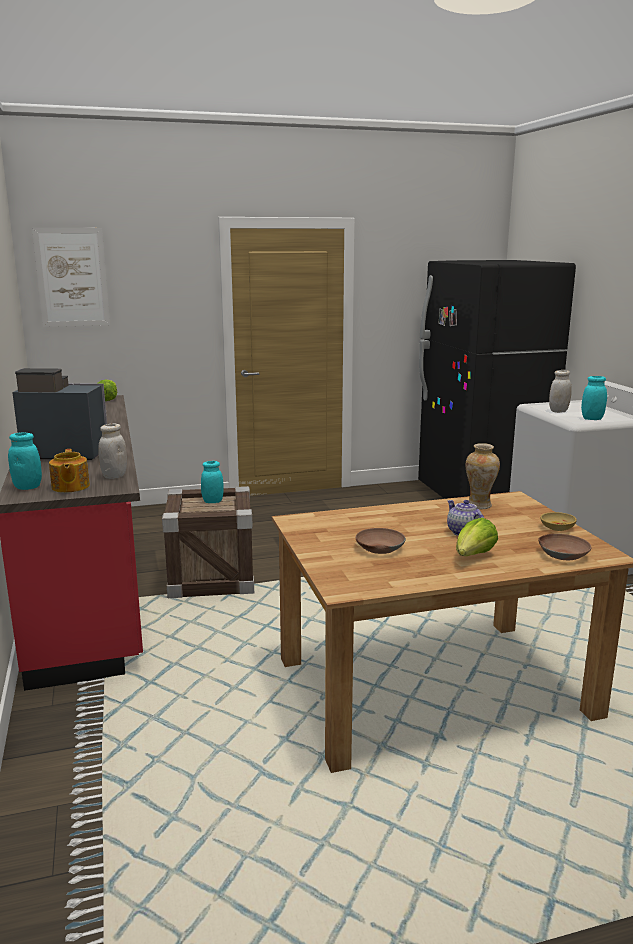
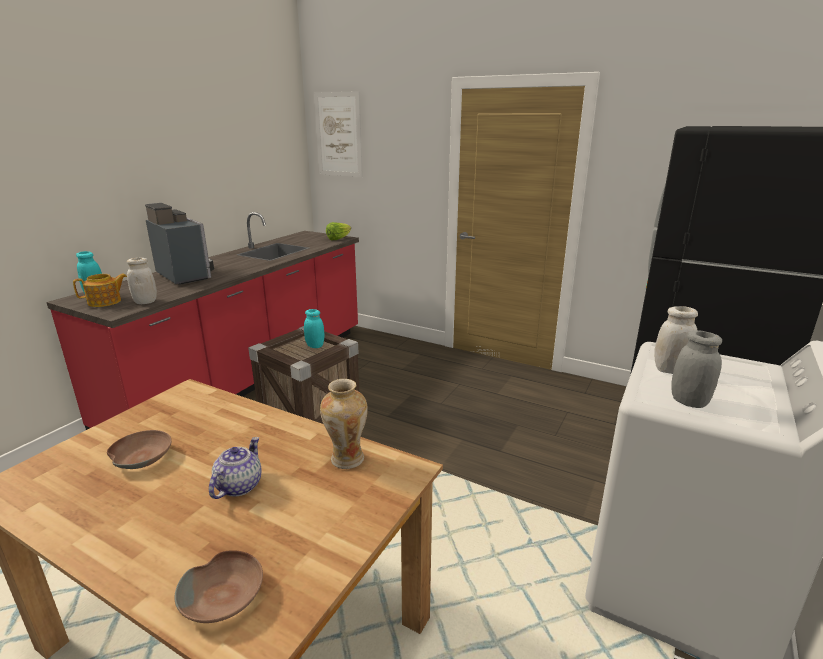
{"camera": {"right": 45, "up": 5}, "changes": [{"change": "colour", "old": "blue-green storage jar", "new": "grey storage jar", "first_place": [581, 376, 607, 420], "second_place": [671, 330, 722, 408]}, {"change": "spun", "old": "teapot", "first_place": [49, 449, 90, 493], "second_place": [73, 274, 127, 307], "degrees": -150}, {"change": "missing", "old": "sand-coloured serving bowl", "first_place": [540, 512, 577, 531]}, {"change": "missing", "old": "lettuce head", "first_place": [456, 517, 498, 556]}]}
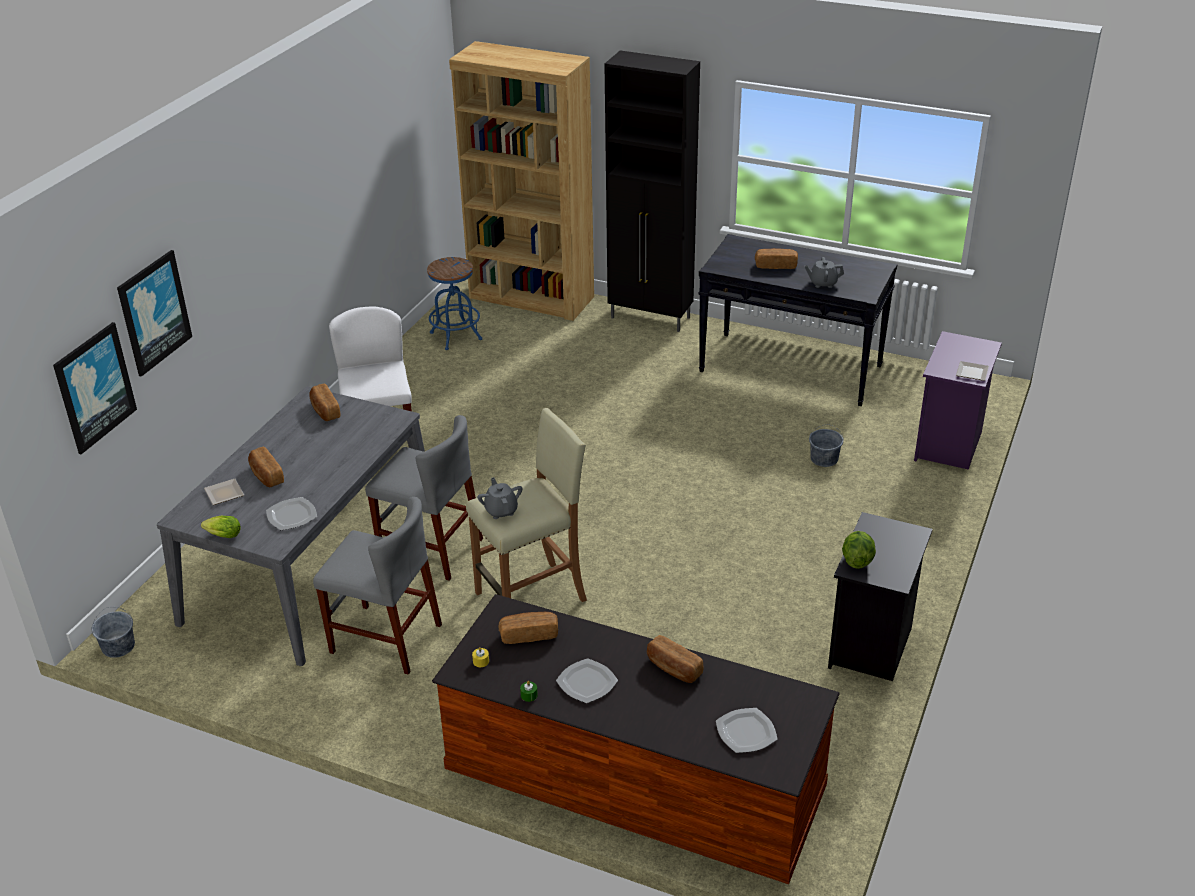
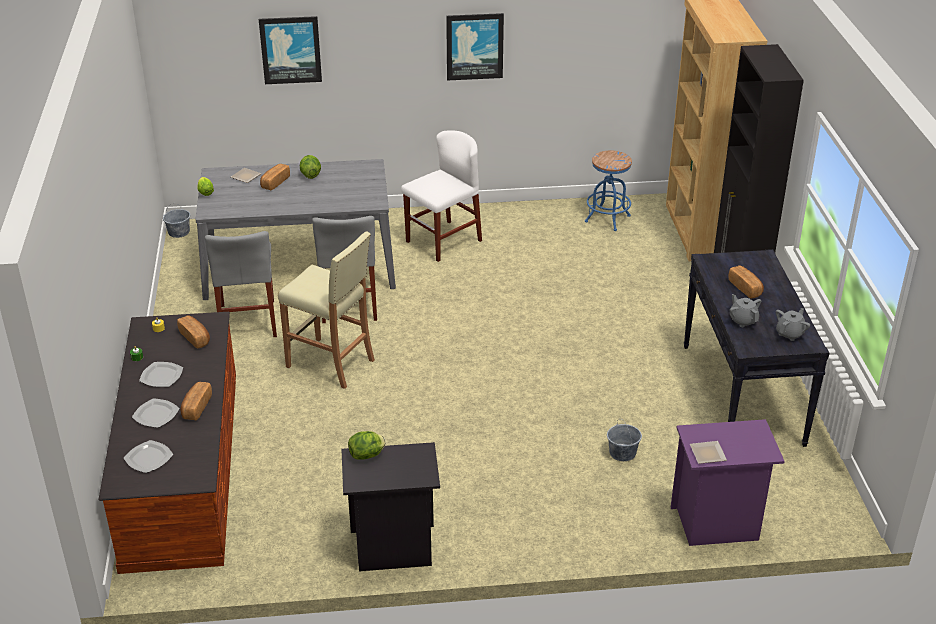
{"camera": {"right": 60, "up": 0}, "changes": [{"change": "relocated", "old": "picture", "first_place": [53, 322, 137, 454], "second_place": [446, 13, 504, 81]}, {"change": "missing", "old": "baked bread", "first_place": [309, 384, 340, 421]}, {"change": "relocated", "old": "grey teapot", "first_place": [477, 477, 522, 519], "second_place": [776, 308, 810, 341]}, {"change": "relocated", "old": "plate", "first_place": [266, 497, 317, 530], "second_place": [132, 398, 180, 428]}, {"change": "appeared", "new": "lettuce head", "second_place": [300, 155, 321, 179]}]}
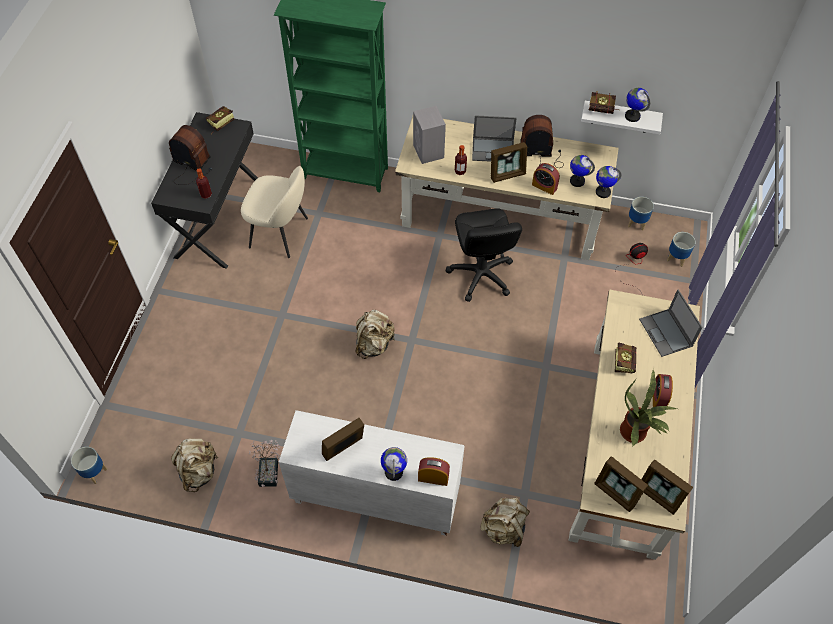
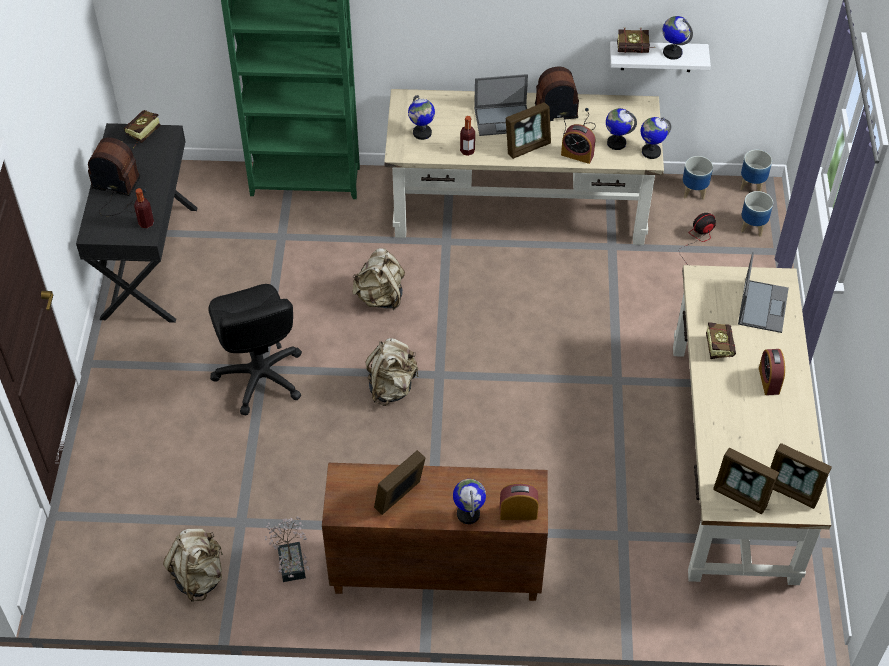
{"camera": {"right": -10, "up": -5}, "changes": [{"change": "exchanged", "old": "grey loudspeaker", "new": "world globe", "first_place": [413, 106, 446, 164], "second_place": [408, 95, 435, 140]}, {"change": "missing", "old": "sand-coloured chair", "first_place": [241, 166, 308, 258]}, {"change": "relocated", "old": "blackish computer chair", "first_place": [446, 208, 522, 302], "second_place": [208, 284, 302, 416]}, {"change": "spun", "old": "laptop", "first_place": [639, 289, 702, 357], "second_place": [738, 252, 789, 333], "degrees": -135}, {"change": "missing", "old": "plant in a pot", "first_place": [620, 370, 677, 447]}, {"change": "colour", "old": "whitish cabinet", "new": "brownish cabinet", "first_place": [279, 410, 465, 536], "second_place": [322, 463, 548, 601]}, {"change": "relocated", "old": "plant pot", "first_place": [71, 447, 107, 484], "second_place": [740, 150, 772, 191]}, {"change": "relocated", "old": "sand-coloured rucksack", "first_place": [480, 497, 530, 547], "second_place": [353, 248, 405, 310]}]}
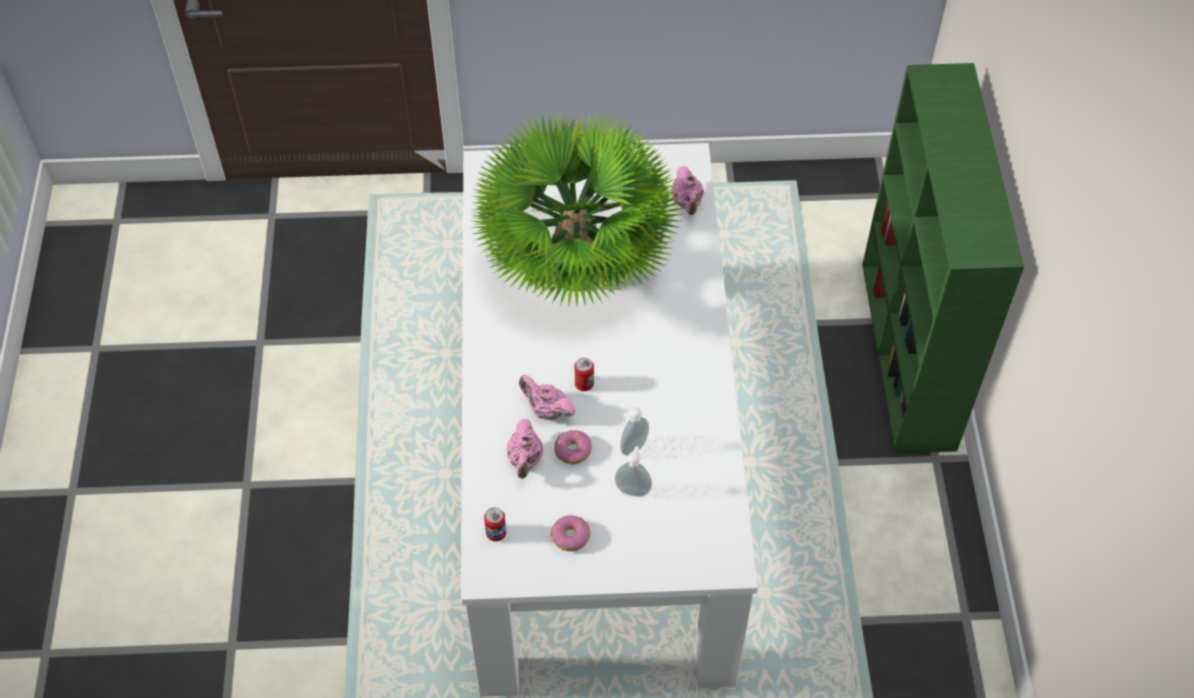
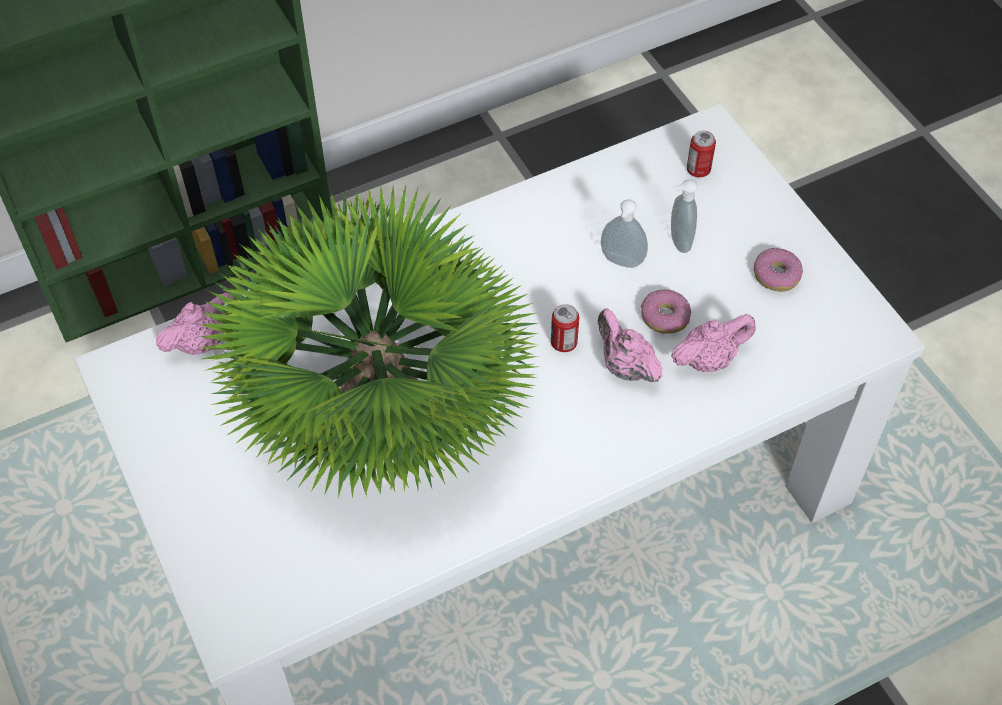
{"camera": {"right": -115, "up": 0}, "changes": [{"change": "spun", "old": "pinkish teapot", "first_place": [519, 375, 576, 420], "second_place": [598, 309, 662, 382], "degrees": 135}, {"change": "relocated", "old": "can", "first_place": [484, 507, 506, 541], "second_place": [687, 131, 716, 177]}]}
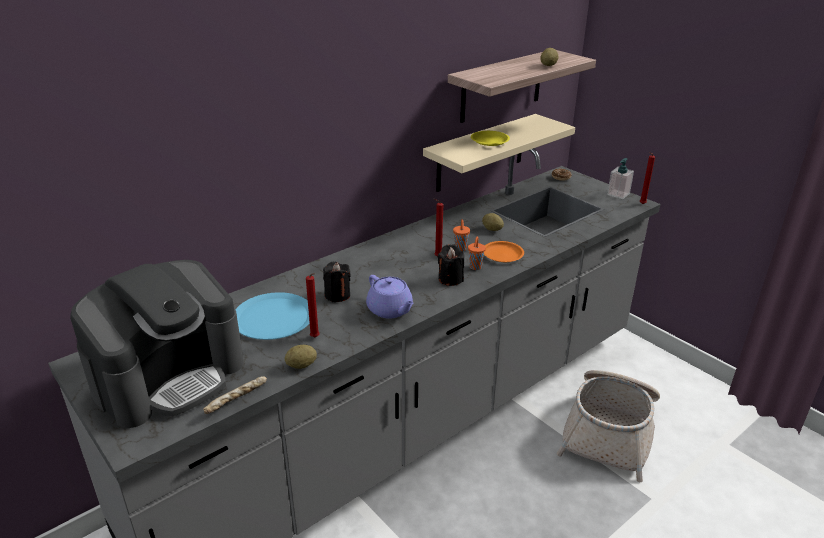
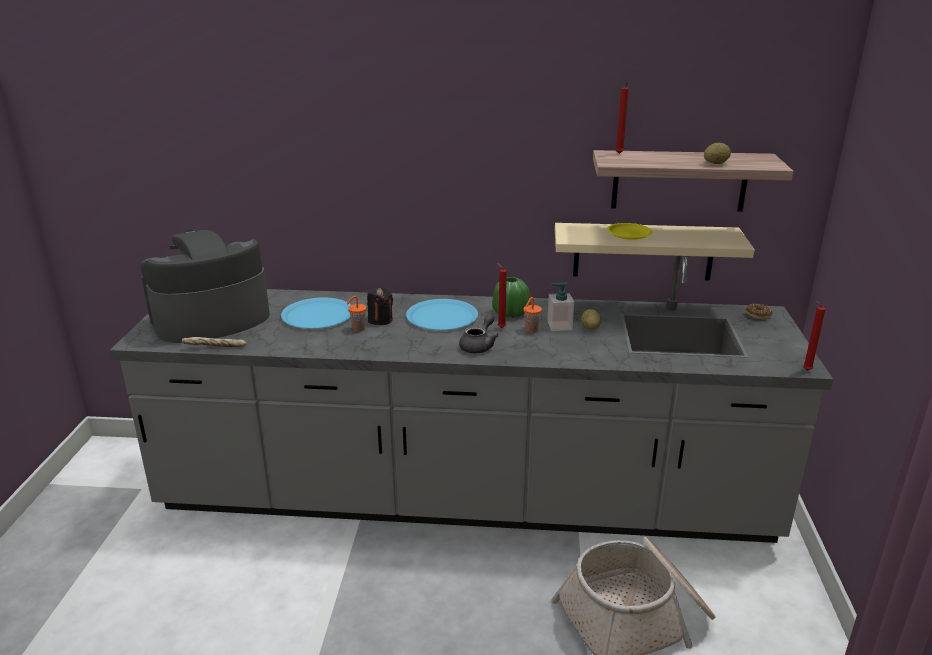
{"camera": {"right": 45, "up": -5}, "changes": [{"change": "relocated", "old": "liquid soap bottle", "first_place": [607, 158, 634, 199], "second_place": [547, 282, 574, 331]}, {"change": "relocated", "old": "orangey small cup", "first_place": [468, 237, 486, 270], "second_place": [346, 296, 367, 332]}, {"change": "missing", "old": "orangey plate", "first_place": [484, 241, 524, 262]}, {"change": "exchanged", "old": "blackish wax light", "new": "grey teapot", "first_place": [438, 244, 464, 286], "second_place": [459, 314, 499, 353]}, {"change": "spun", "old": "coffee maker", "first_place": [70, 260, 244, 428], "second_place": [141, 230, 270, 343], "degrees": 150}, {"change": "relocated", "old": "reddish wax light", "first_place": [306, 273, 320, 337], "second_place": [615, 82, 629, 154]}, {"change": "missing", "old": "purple teapot", "first_place": [366, 275, 414, 318]}, {"change": "missing", "old": "potato", "first_place": [285, 345, 317, 369]}, {"change": "appeared", "new": "green-coloured vase", "second_place": [493, 277, 531, 318]}, {"change": "appeared", "new": "bluish plate", "second_place": [406, 299, 478, 330]}]}
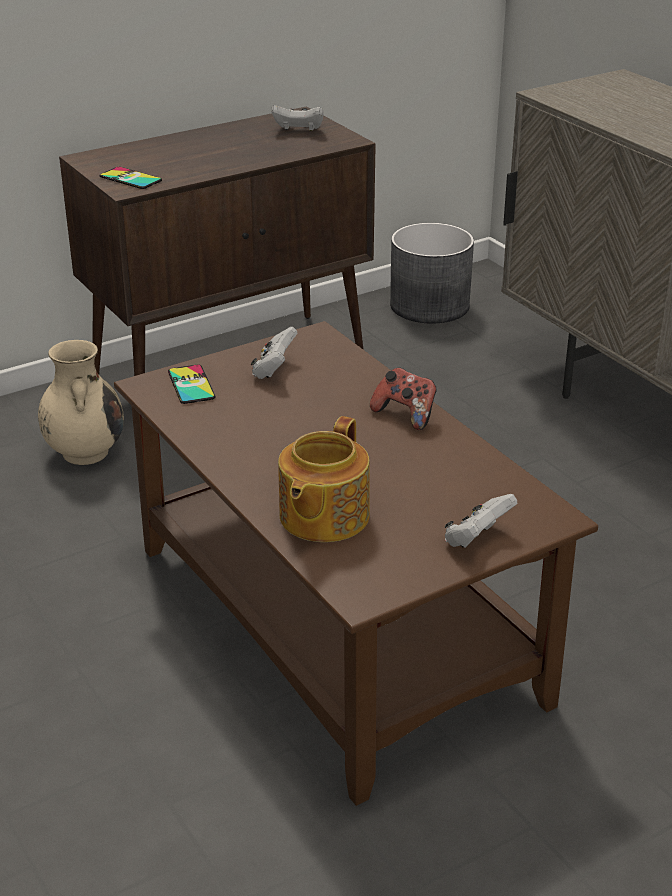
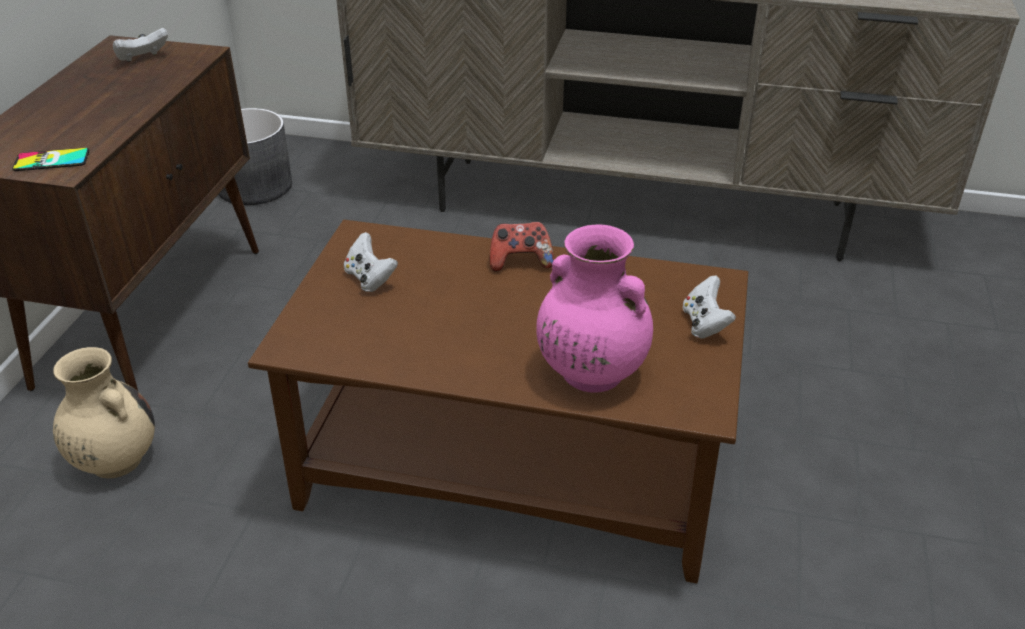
{"camera": {"right": -45, "up": 5}, "changes": [{"change": "missing", "old": "telephone", "first_place": [168, 365, 215, 404]}, {"change": "exchanged", "old": "teapot", "new": "pinkish vase", "first_place": [278, 416, 370, 542], "second_place": [536, 224, 653, 393]}]}
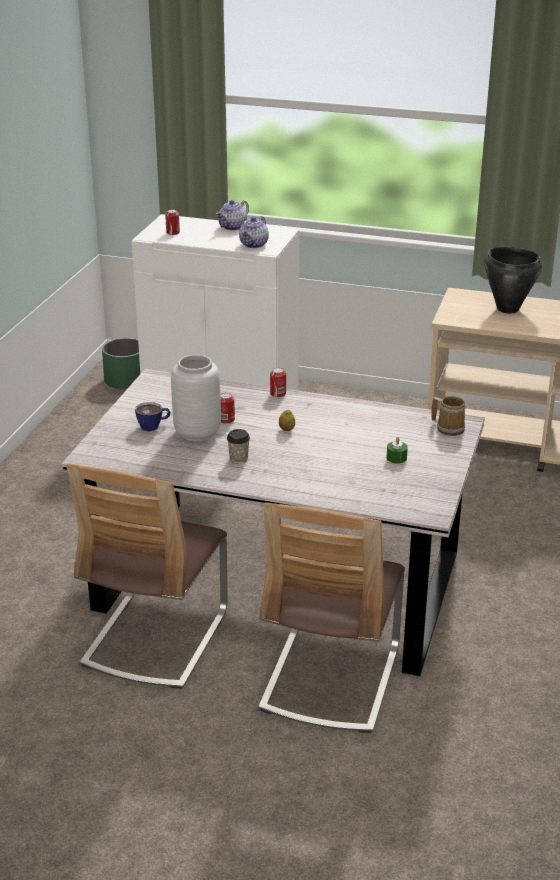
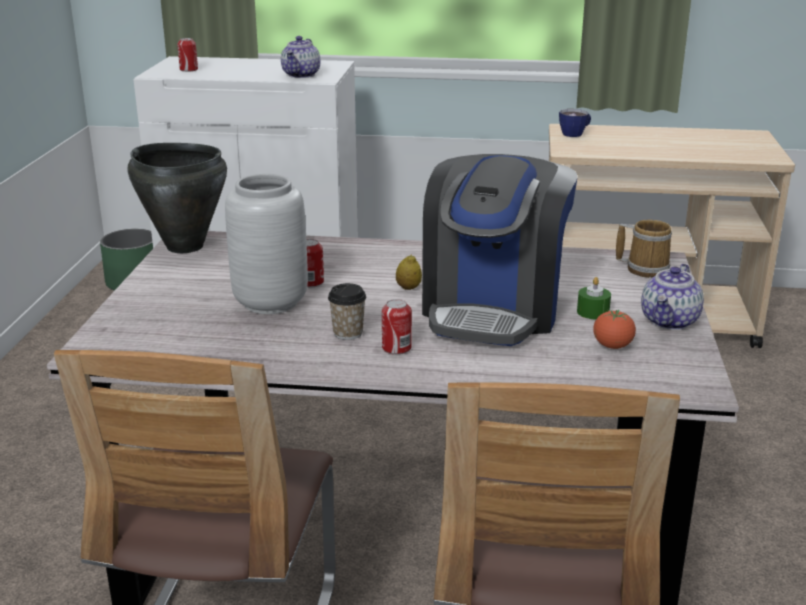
{"camera": {"right": -10, "up": -5}, "changes": [{"change": "relocated", "old": "teapot", "first_place": [216, 200, 249, 231], "second_place": [641, 264, 704, 330]}, {"change": "relocated", "old": "blackish cooking pot", "first_place": [484, 247, 542, 313], "second_place": [128, 143, 227, 253]}, {"change": "relocated", "old": "can", "first_place": [270, 368, 286, 398], "second_place": [382, 299, 412, 355]}, {"change": "relocated", "old": "small cup", "first_place": [135, 402, 170, 431], "second_place": [559, 109, 591, 137]}, {"change": "appeared", "new": "coffee maker", "second_place": [422, 154, 578, 346]}, {"change": "appeared", "new": "whole tomato", "second_place": [593, 310, 636, 349]}]}
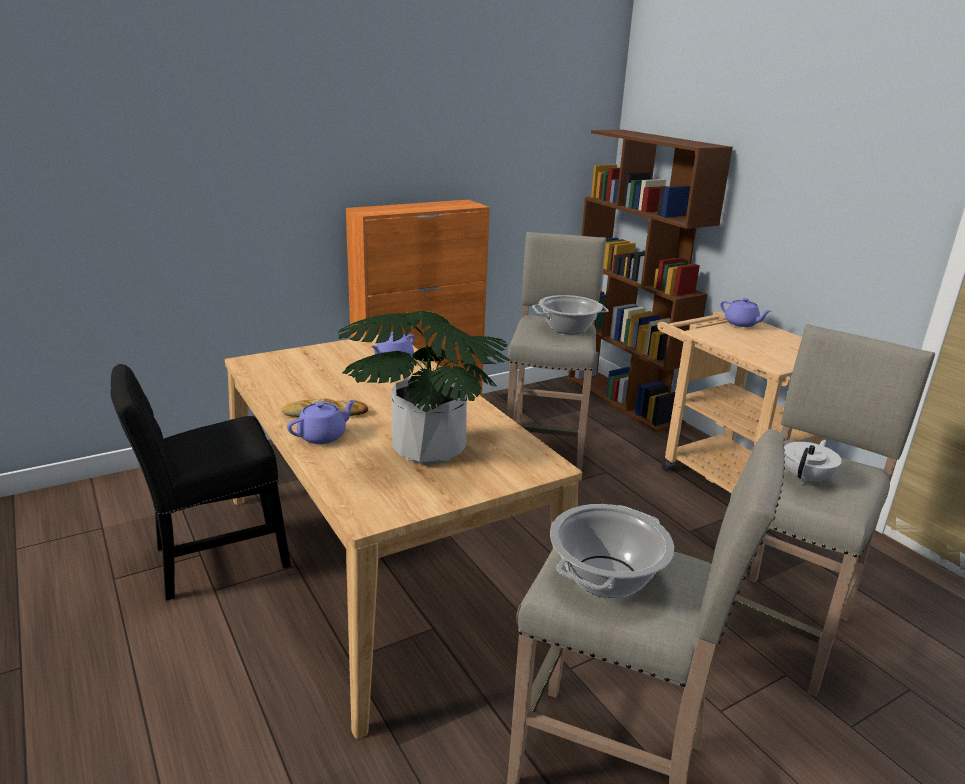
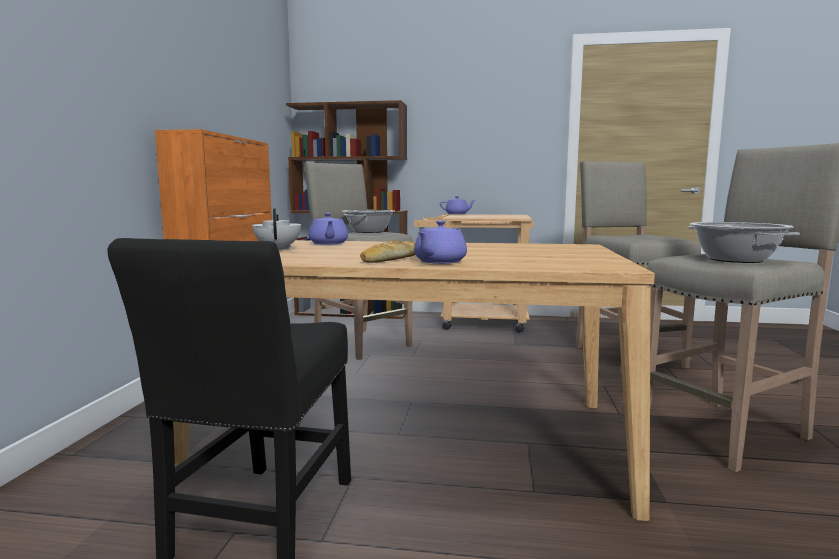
{"camera": {"right": -50, "up": -15}, "changes": [{"change": "missing", "old": "plant in a pot", "first_place": [338, 311, 510, 465]}, {"change": "spun", "old": "purple teapot", "first_place": [287, 400, 356, 444], "second_place": [414, 220, 467, 264], "degrees": -150}, {"change": "relocated", "old": "whitish teapot", "first_place": [784, 440, 842, 485], "second_place": [252, 208, 301, 250]}]}
